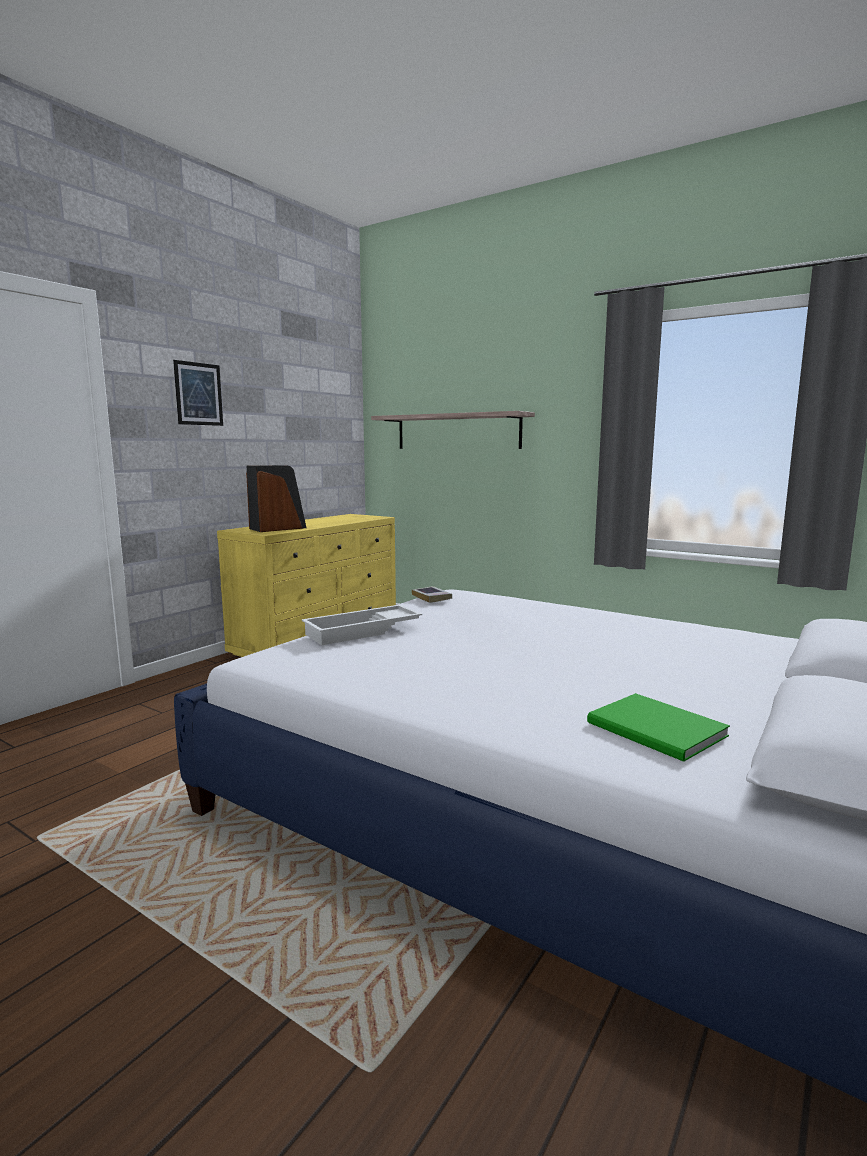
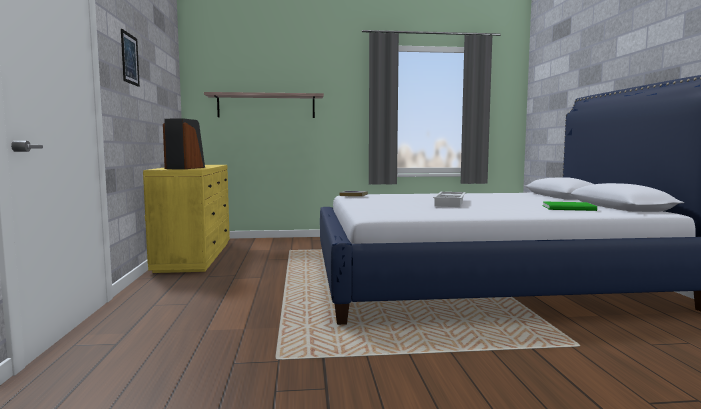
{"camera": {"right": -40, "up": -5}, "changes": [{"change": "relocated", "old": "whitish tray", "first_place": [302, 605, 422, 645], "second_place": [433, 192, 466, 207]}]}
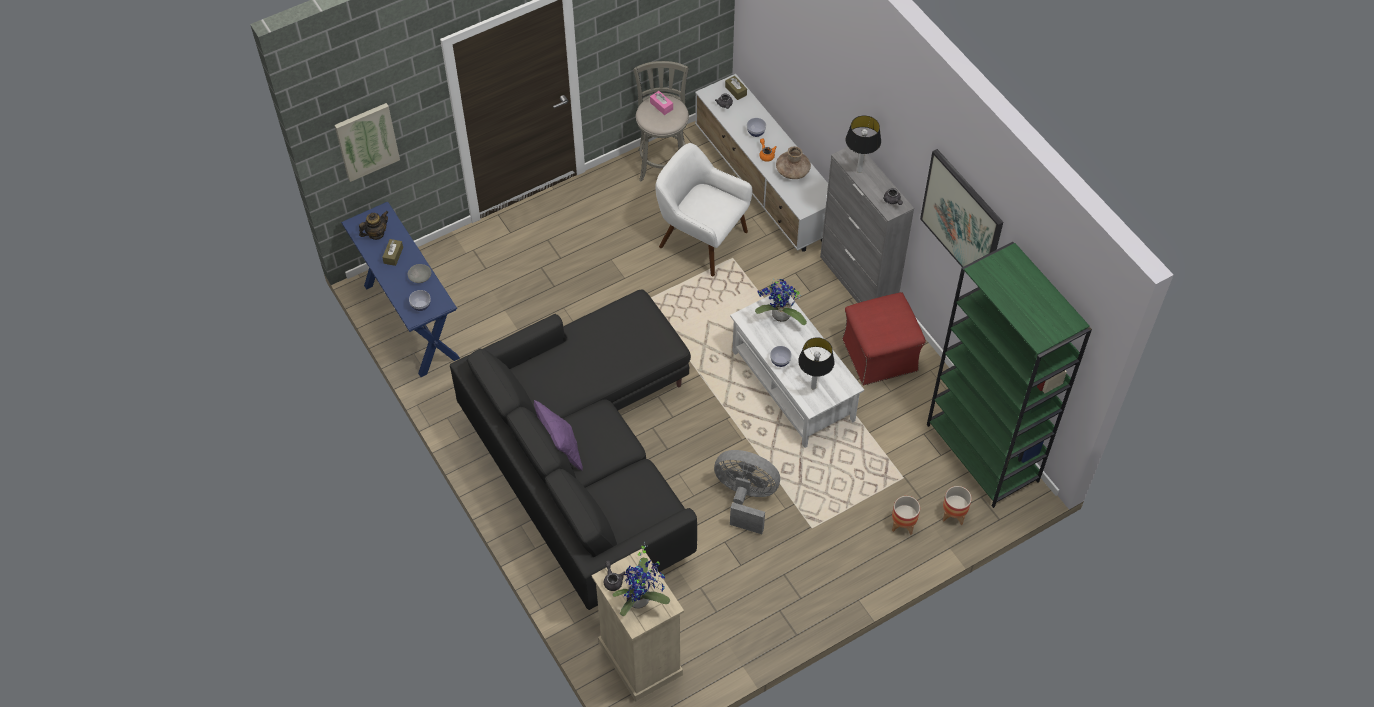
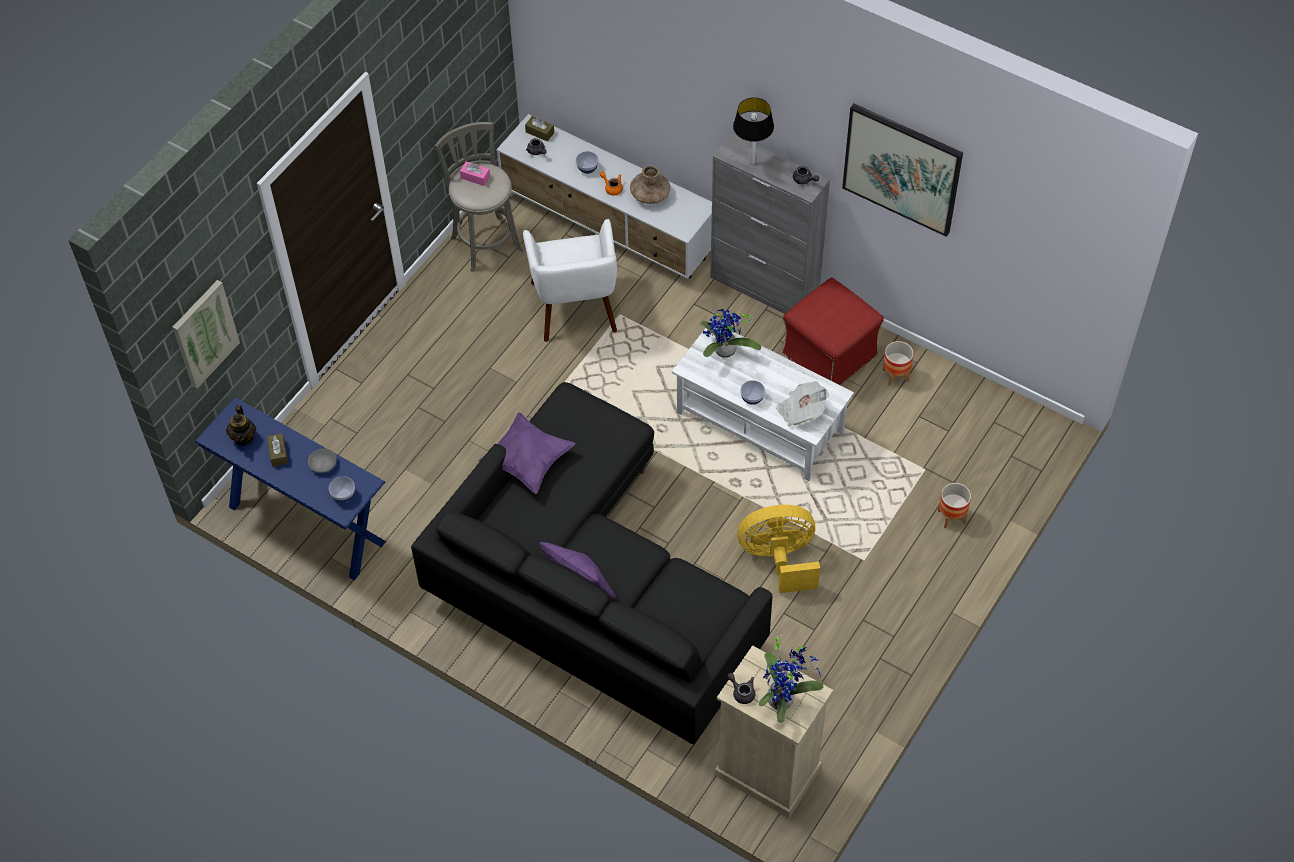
{"camera": {"right": -25, "up": 0}, "changes": [{"change": "spun", "old": "whitish armchair", "first_place": [655, 143, 752, 276], "second_place": [523, 219, 617, 342], "degrees": -105}, {"change": "spun", "old": "teapot", "first_place": [359, 211, 388, 240], "second_place": [226, 405, 256, 446], "degrees": 150}, {"change": "missing", "old": "green-coloured bookshelf", "first_place": [927, 242, 1092, 508]}, {"change": "exchanged", "old": "table lamp", "new": "newspaper", "first_place": [798, 337, 835, 390], "second_place": [776, 381, 829, 427]}, {"change": "colour", "old": "grey fan", "new": "yellow-coloured fan", "first_place": [714, 450, 780, 534], "second_place": [738, 505, 820, 593]}, {"change": "relocated", "old": "plant pot", "first_place": [943, 486, 972, 525], "second_place": [883, 341, 914, 386]}, {"change": "appeared", "new": "purple cushion", "second_place": [478, 412, 575, 494]}]}
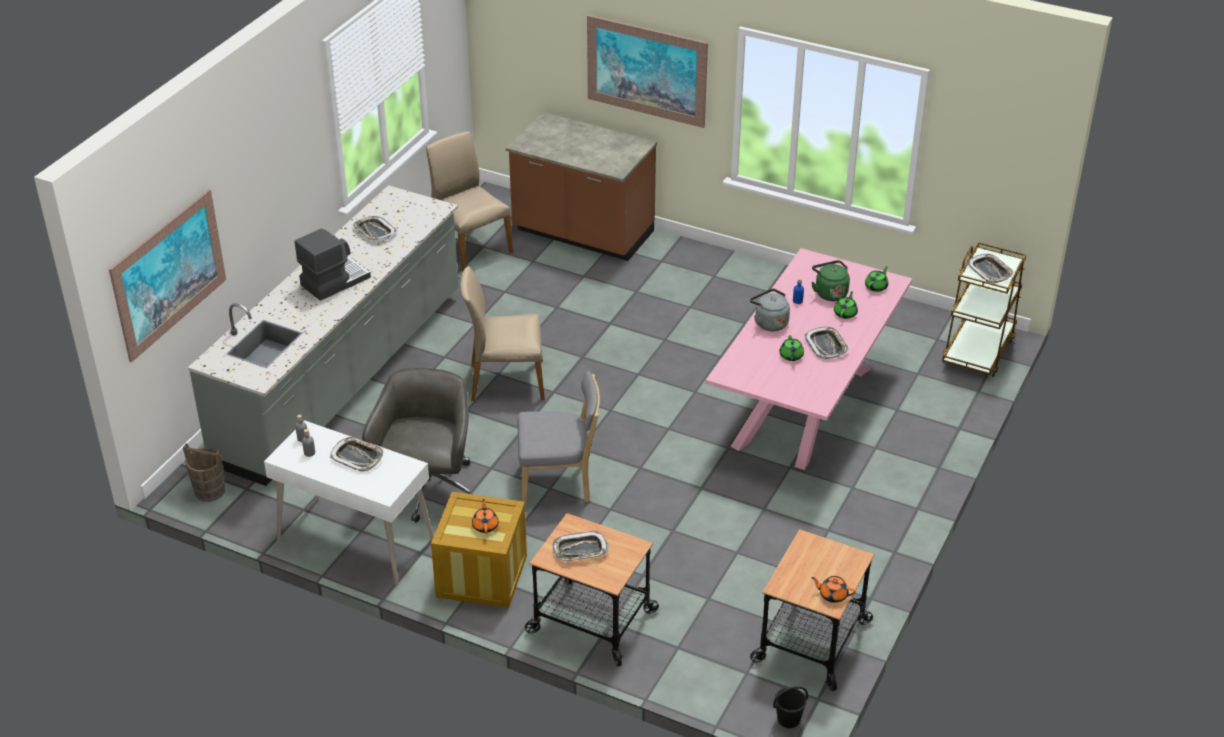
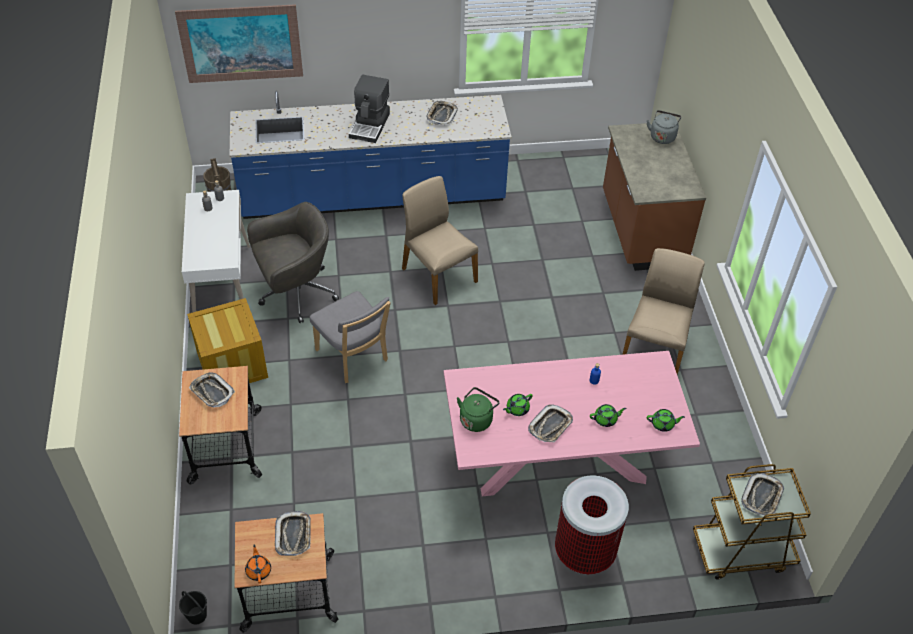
{"camera": {"right": 55, "up": 10}, "changes": [{"change": "missing", "old": "picture", "first_place": [587, 15, 708, 128]}, {"change": "relocated", "old": "sand-coloured chair", "first_place": [426, 131, 513, 272], "second_place": [622, 248, 705, 375]}, {"change": "colour", "old": "grey kitchen base unit", "new": "bluish kitchen base unit", "first_place": [188, 185, 459, 486], "second_place": [230, 91, 512, 219]}, {"change": "spun", "old": "coffee maker", "first_place": [295, 229, 371, 301], "second_place": [349, 75, 390, 143], "degrees": 90}, {"change": "relocated", "old": "green-coloured tea kettle", "first_place": [811, 260, 850, 301], "second_place": [457, 387, 499, 432]}, {"change": "relocated", "old": "grey tea kettle", "first_place": [750, 289, 790, 331], "second_place": [647, 110, 681, 144]}, {"change": "relocated", "old": "tray", "first_place": [330, 437, 383, 472], "second_place": [275, 511, 311, 556]}, {"change": "missing", "old": "orangey teapot", "first_place": [472, 499, 499, 534]}, {"change": "appeared", "new": "rubbish bin", "second_place": [555, 475, 629, 575]}]}
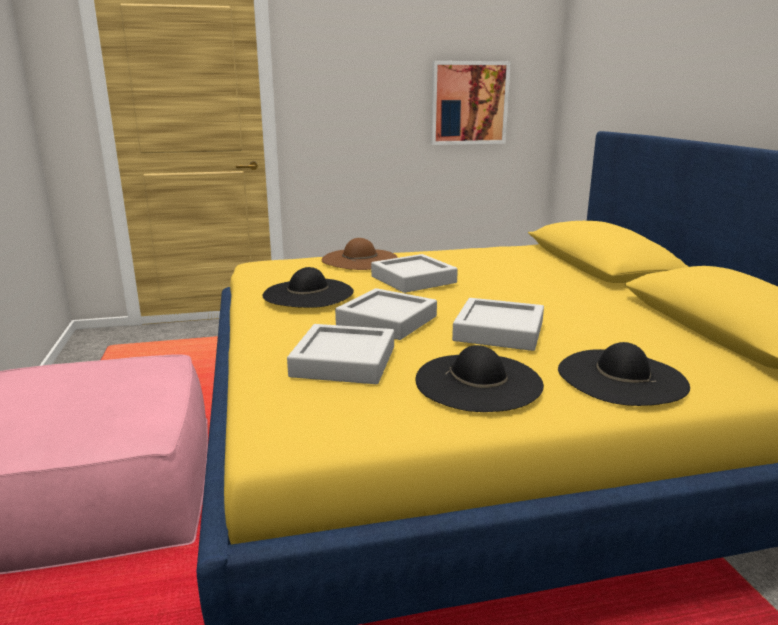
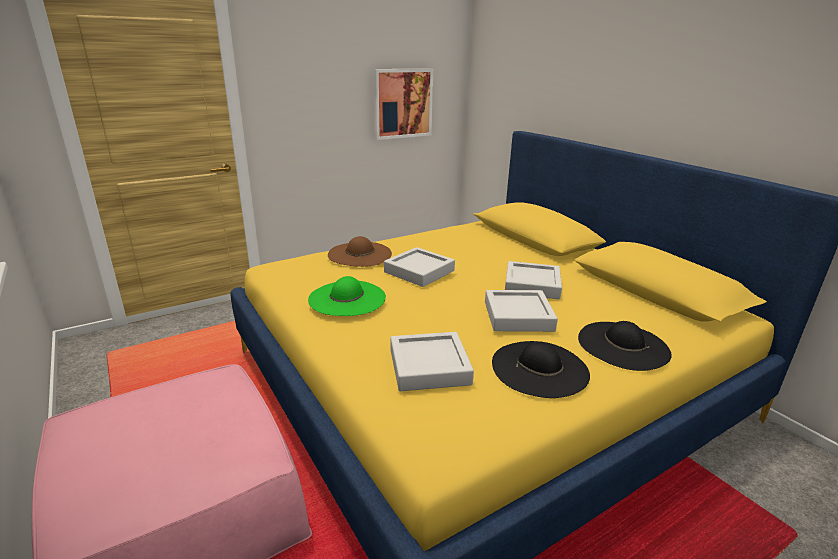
{"camera": {"right": -20, "up": 5}, "changes": [{"change": "colour", "old": "blackish hat", "new": "green-coloured hat", "first_place": [263, 267, 354, 308], "second_place": [308, 276, 386, 316]}, {"change": "relocated", "old": "grey tray", "first_place": [335, 288, 437, 340], "second_place": [505, 261, 562, 299]}]}
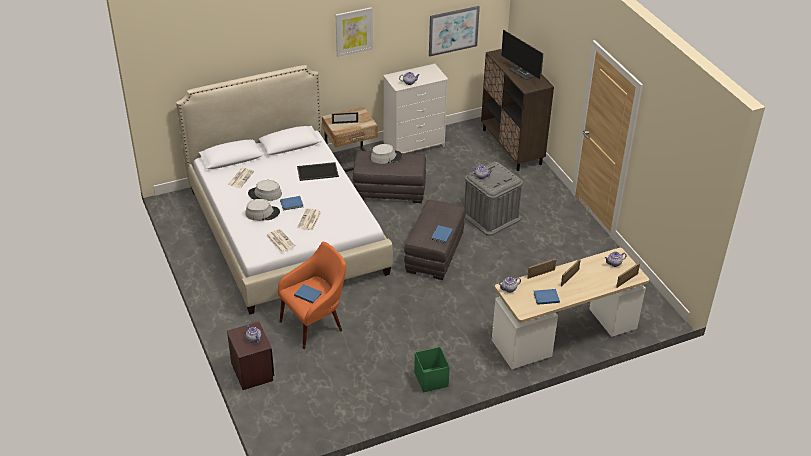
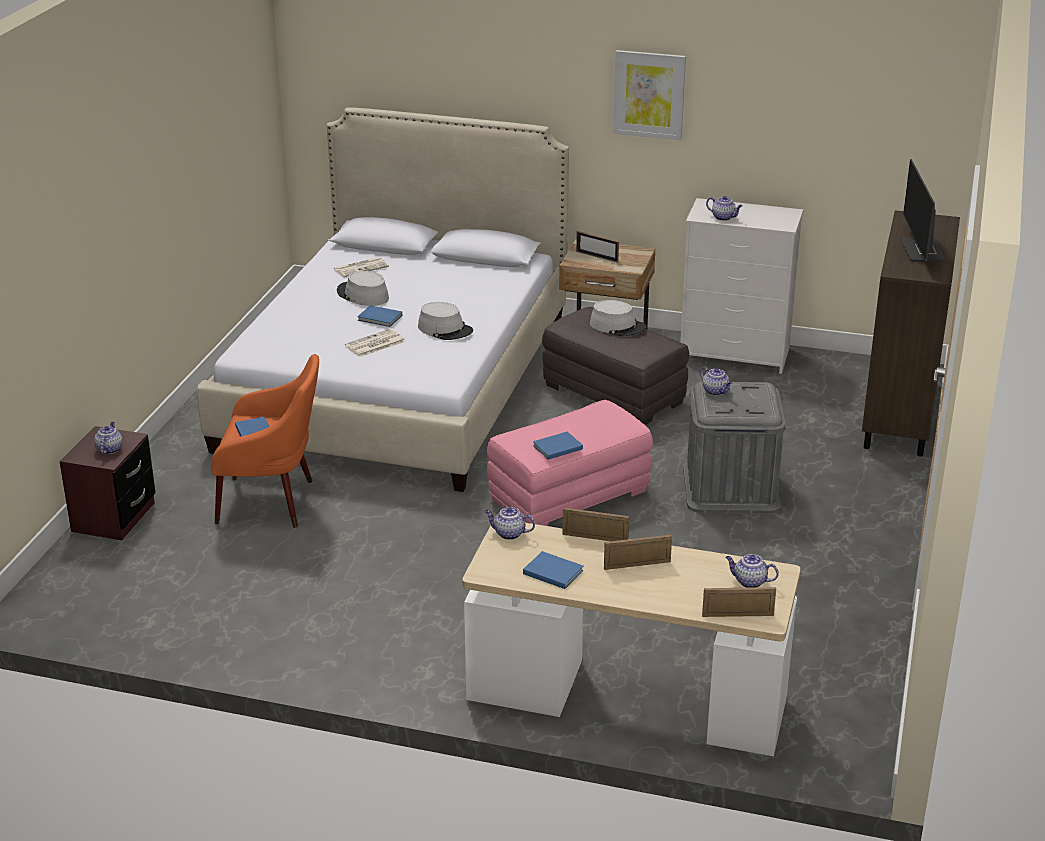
{"camera": {"right": 40, "up": -10}, "changes": [{"change": "missing", "old": "picture", "first_place": [429, 6, 480, 57]}, {"change": "missing", "old": "tray", "first_place": [297, 162, 339, 181]}, {"change": "relocated", "old": "grey hat", "first_place": [245, 199, 280, 221], "second_place": [418, 302, 473, 340]}, {"change": "colour", "old": "grey ottoman", "new": "pinkish ottoman", "first_place": [404, 200, 466, 280], "second_place": [487, 400, 653, 526]}, {"change": "missing", "old": "newspaper", "first_place": [266, 229, 295, 253]}, {"change": "missing", "old": "green-coloured storage bin", "first_place": [414, 347, 450, 392]}]}
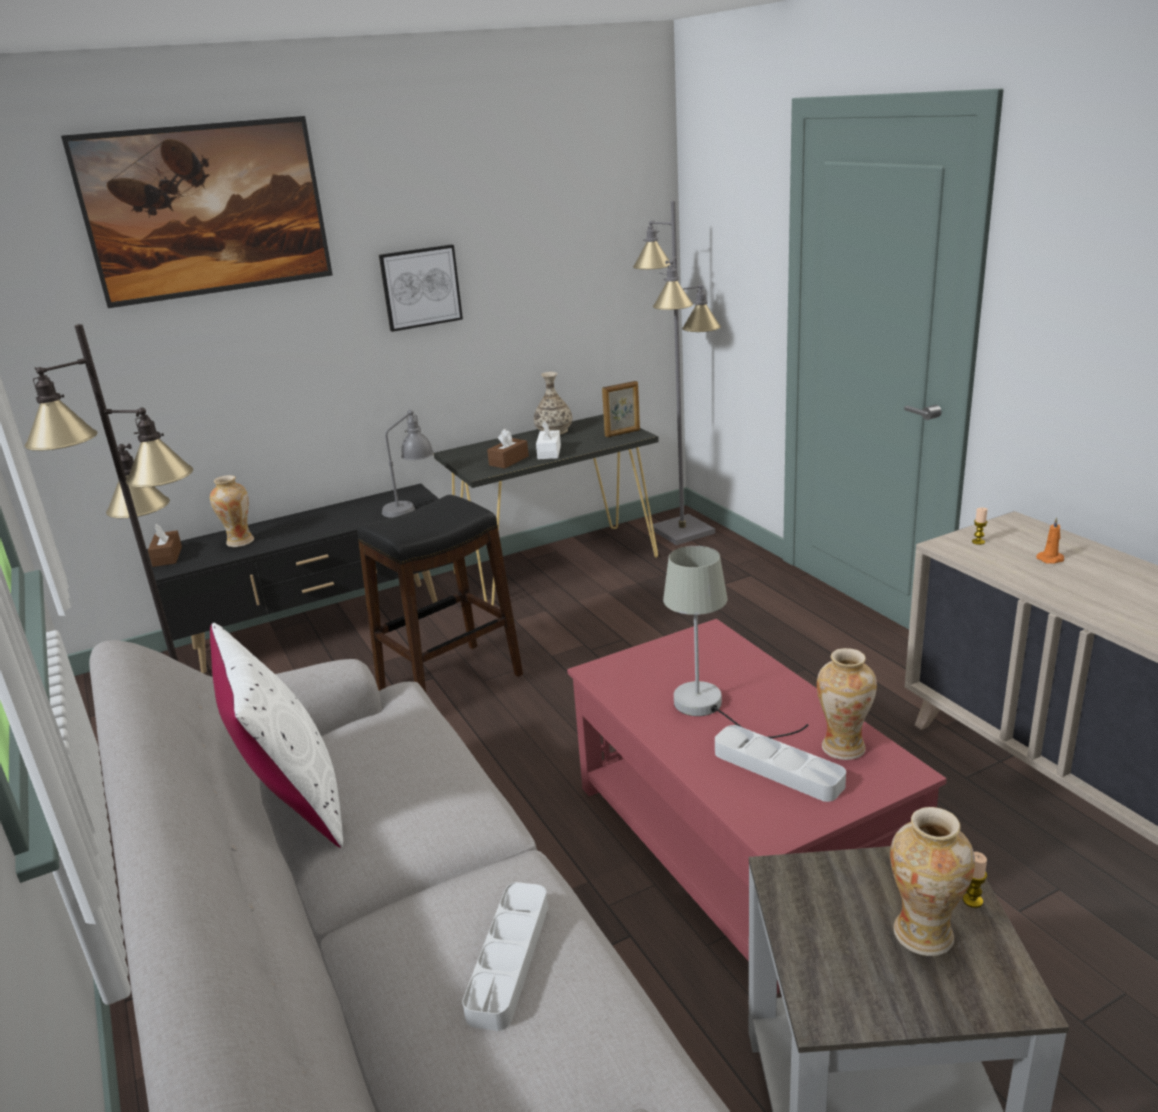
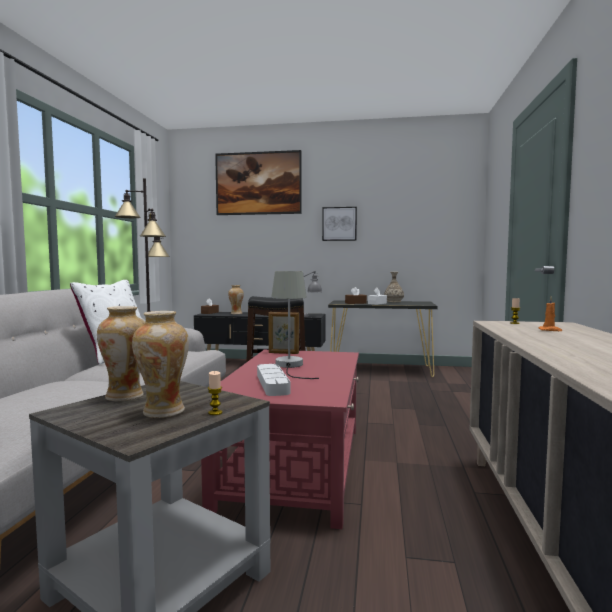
{"camera": {"right": 35, "up": -20}, "changes": [{"change": "missing", "old": "grey standard lamp", "first_place": [633, 201, 721, 545]}, {"change": "relocated", "old": "picture frame", "first_place": [602, 381, 640, 437], "second_place": [269, 312, 299, 354]}, {"change": "relocated", "old": "vase", "first_place": [817, 648, 877, 760], "second_place": [97, 306, 145, 401]}, {"change": "missing", "old": "grey tray", "first_place": [462, 882, 548, 1031]}]}
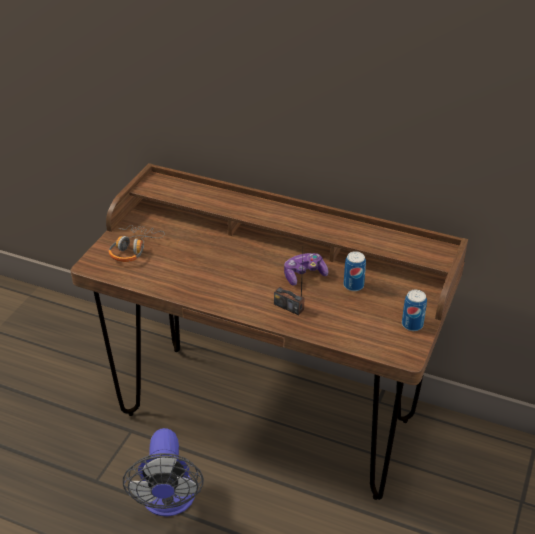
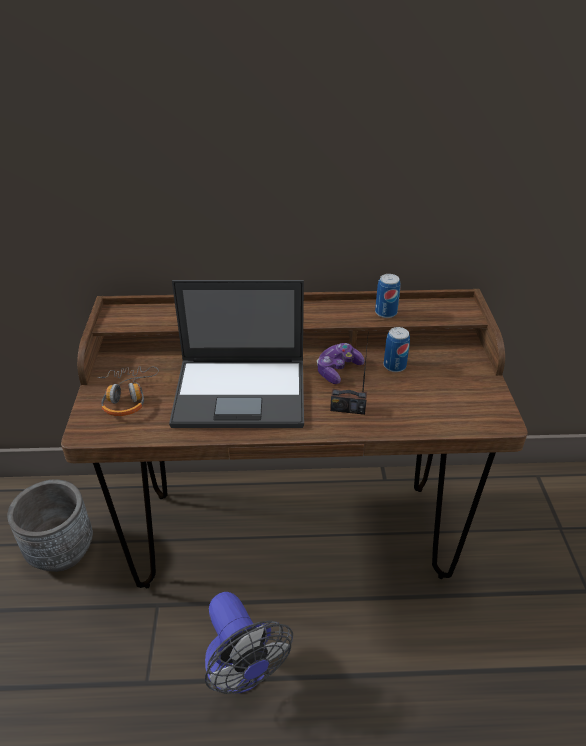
{"camera": {"right": -25, "up": 0}, "changes": [{"change": "relocated", "old": "can", "first_place": [402, 290, 427, 331], "second_place": [375, 274, 400, 318]}, {"change": "appeared", "new": "laptop", "second_place": [169, 280, 304, 428]}, {"change": "appeared", "new": "grey plant pot", "second_place": [7, 479, 93, 572]}]}
